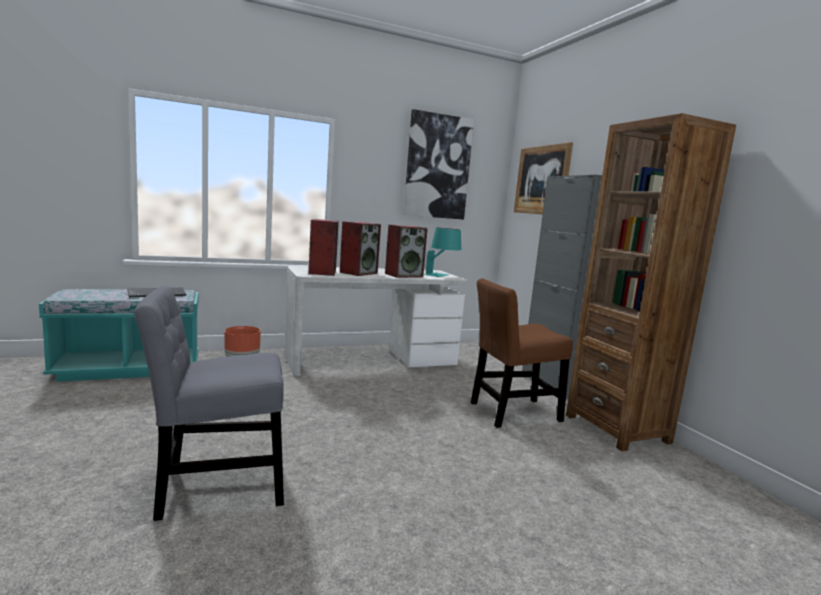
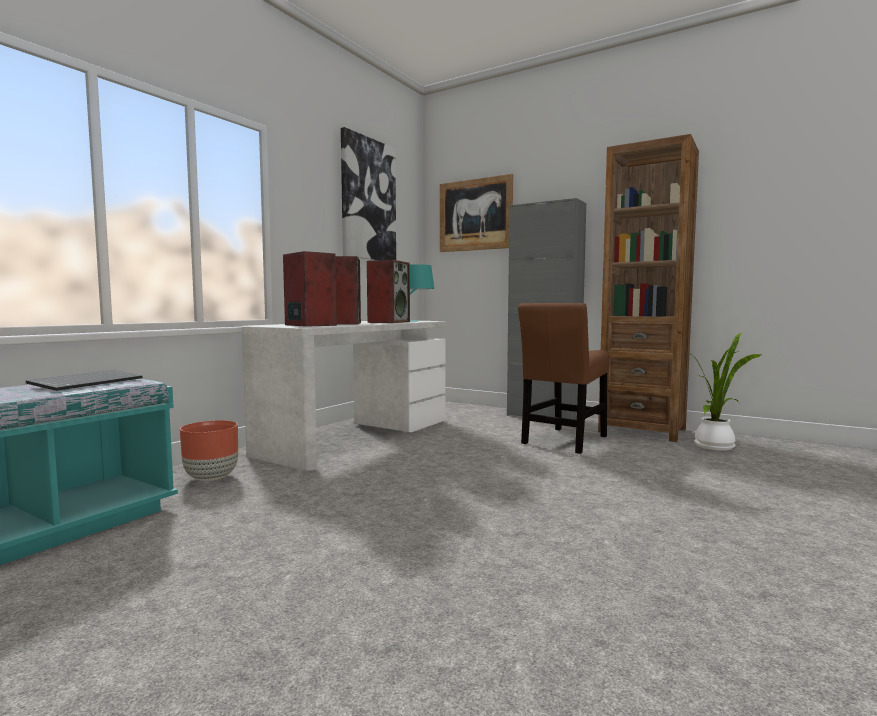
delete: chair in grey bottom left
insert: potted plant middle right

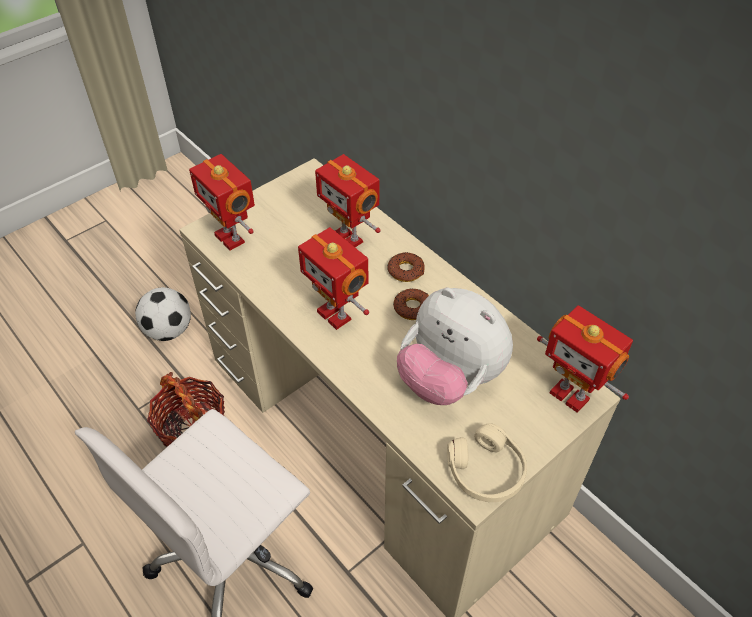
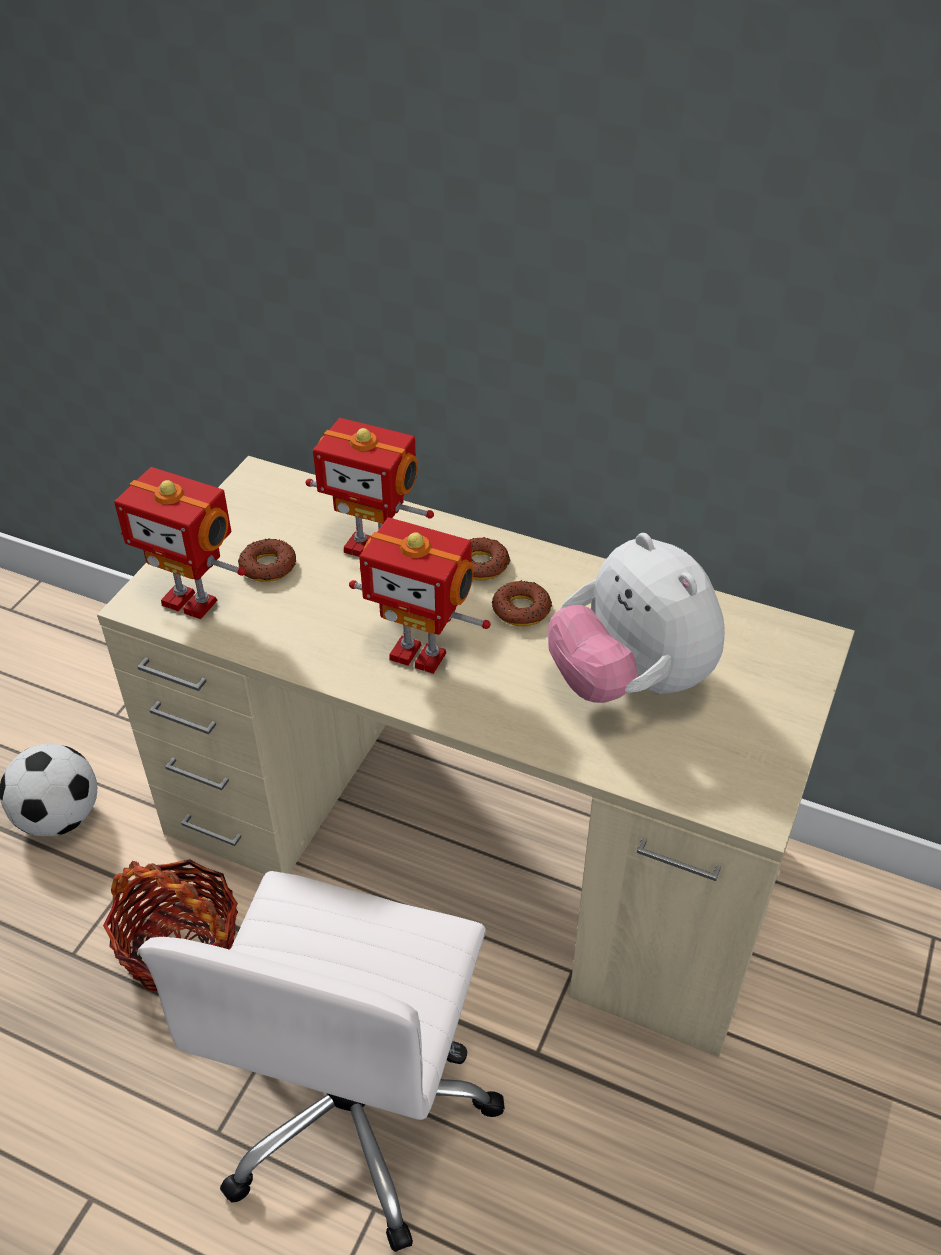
delete: headphones in beige bottom centre; toy robot (4th from left) middle right
insert: donut (1st from left) middle left
rotate: plush toy centre = middle right 45 degrees clockwise

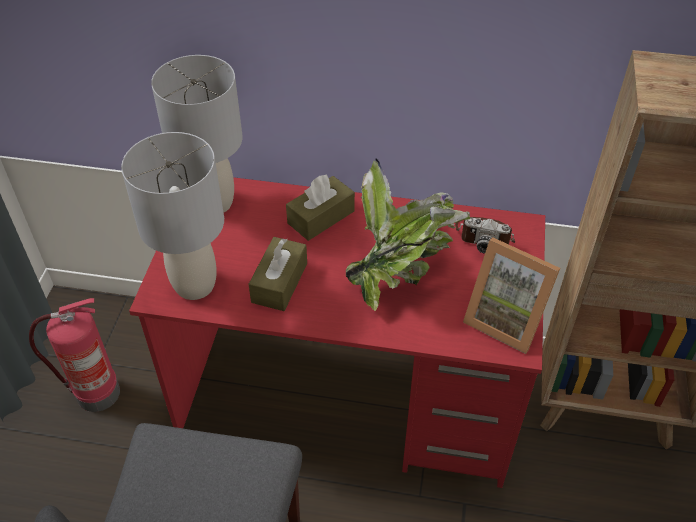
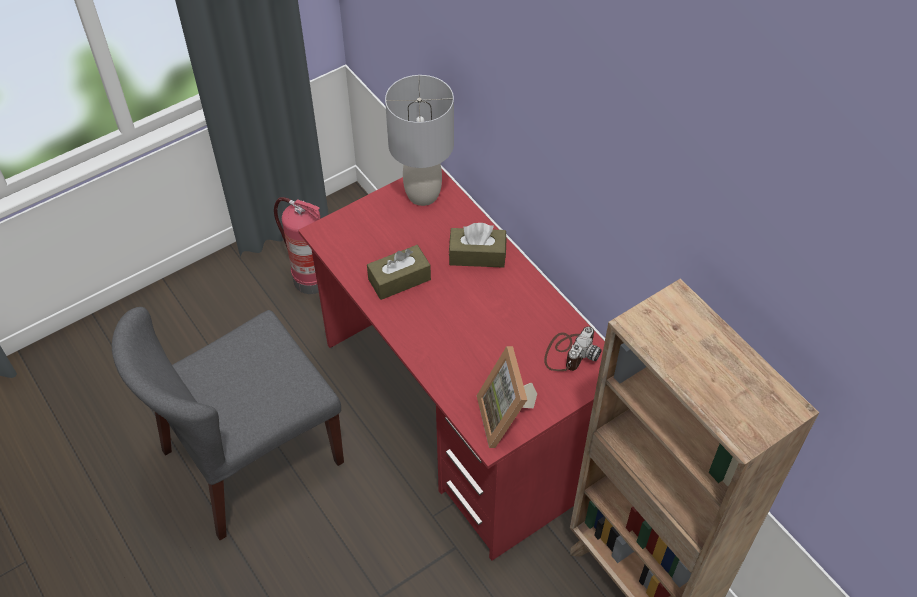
delete: table lamp in grey (1st from left) middle left; potted plant centre
rotate: photo camera middle right = centre 120 degrees counterclockwise

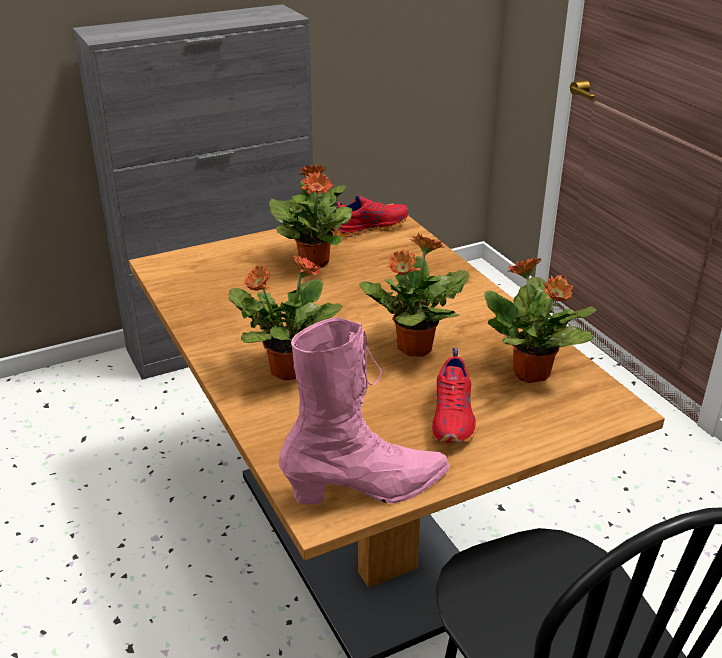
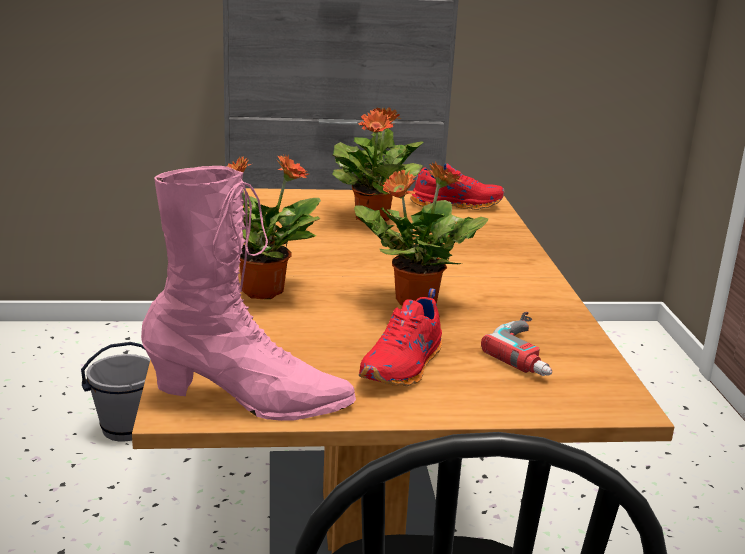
insert: bucket in grey bottom left
replace: potted plant (4th from left) middle right to power drill middle right

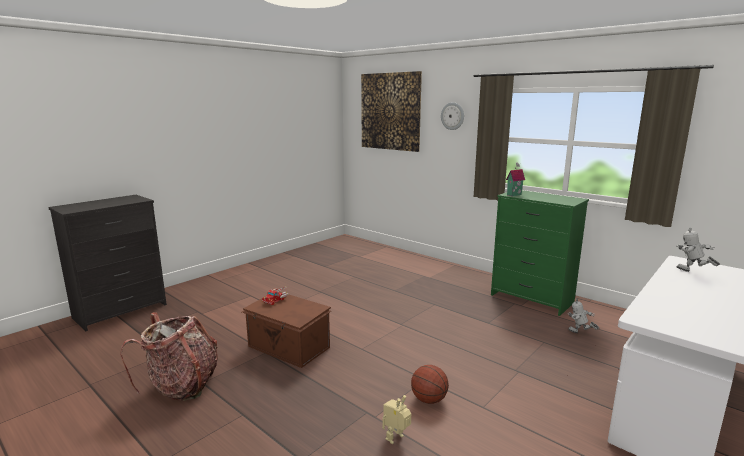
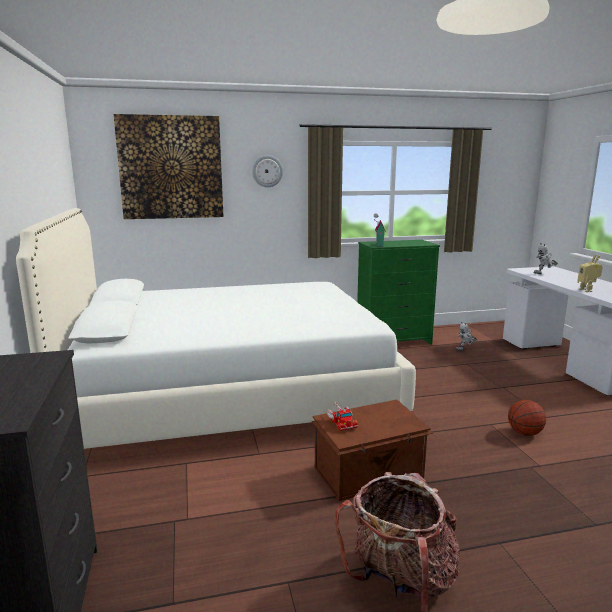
insert: bed in white centre
move: toy robot (1st from left in the first image) bottom centre to toy robot (3rd from left) middle right

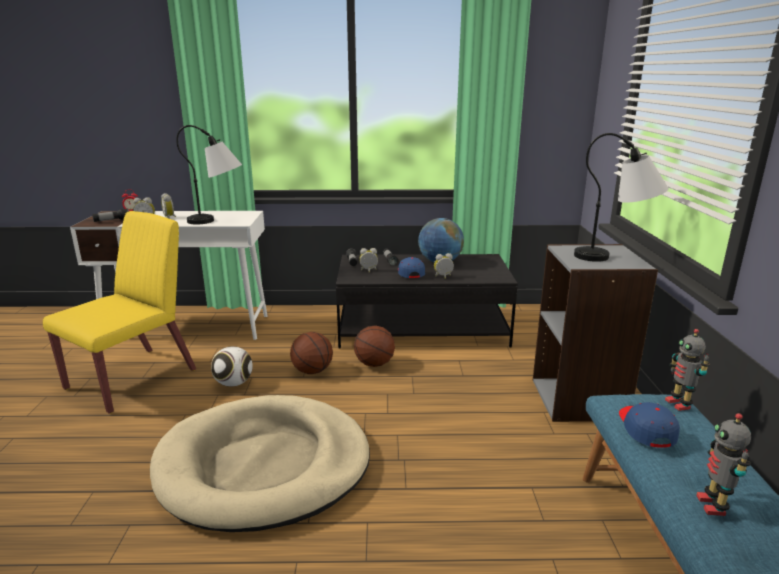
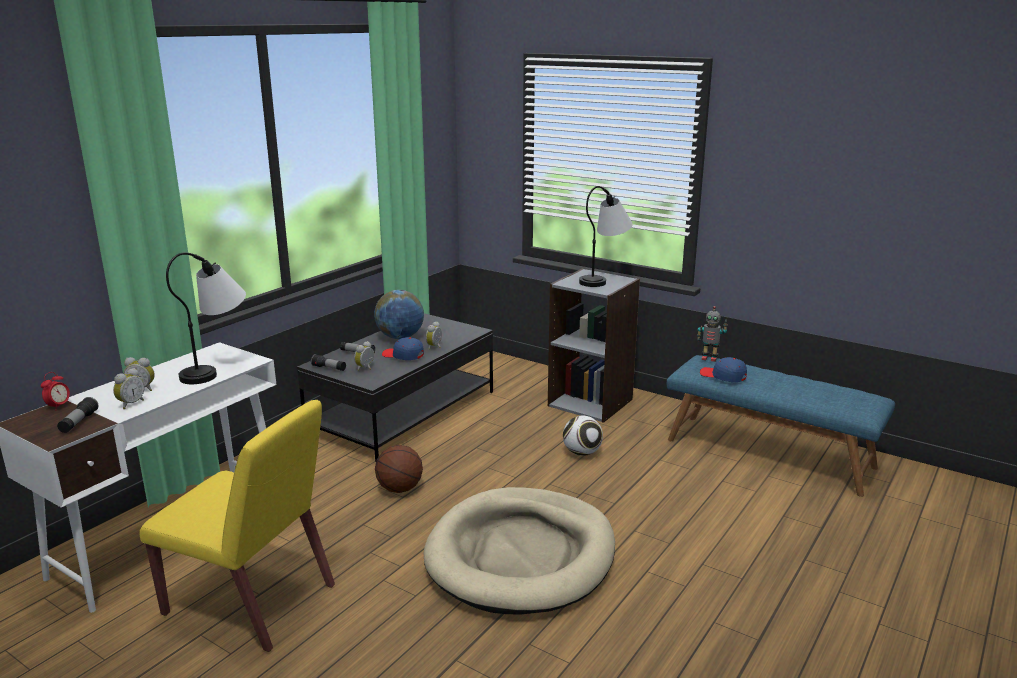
delete: basketball (2nd from left) centre; toy robot (2nd from left) bottom right
move: football middle left to centre
rotate: chair in yellow middle left = bottom left 135 degrees clockwise

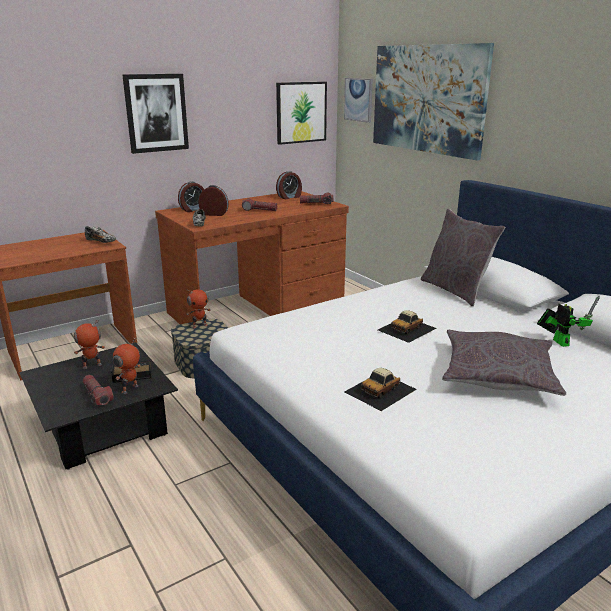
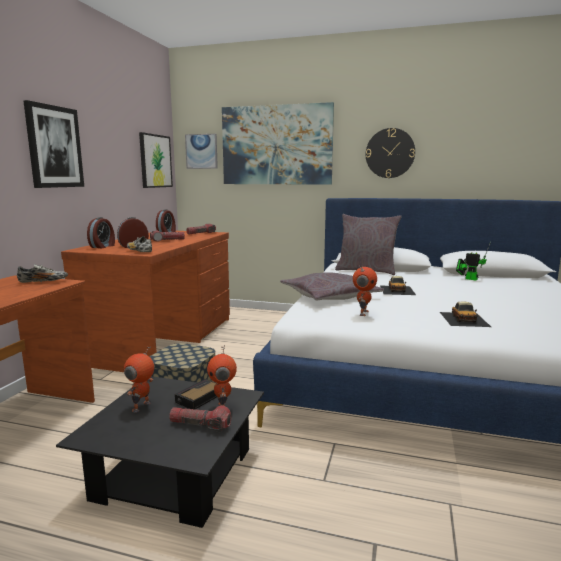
insert: wall clock top right
move: pillow in grey (2nd from left in the first image) middle right to pillow in grey (1st from left) centre; toy robot (3rd from left) middle left to centre

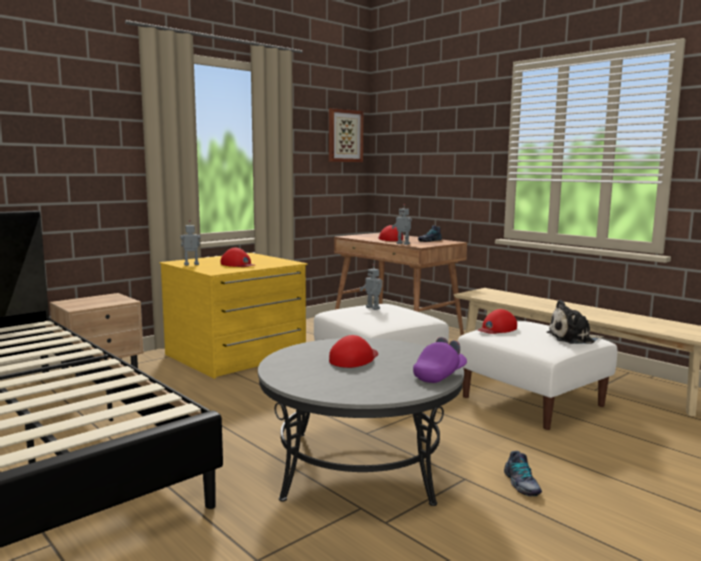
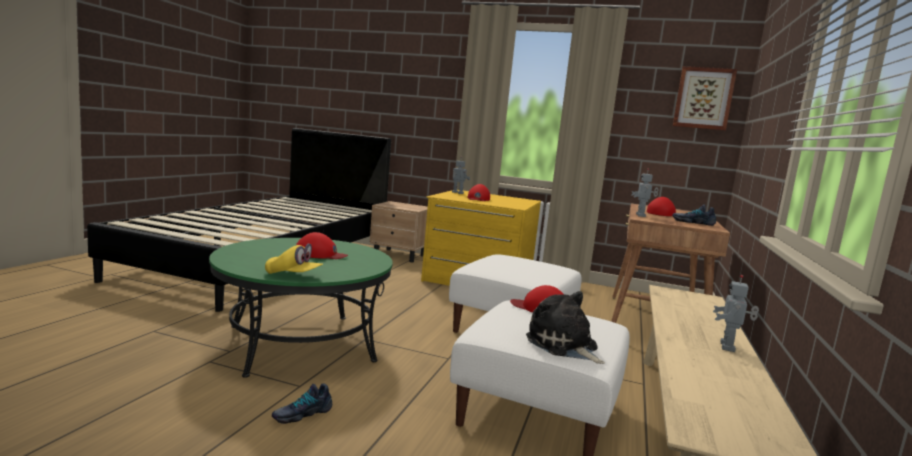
move: toy robot (2nd from left in the first image) centre to toy robot (3rd from left) bottom right
recolor: coffee table in grey bottom centre to coffee table in green bottom left; cap in purple centre to cap in yellow middle left

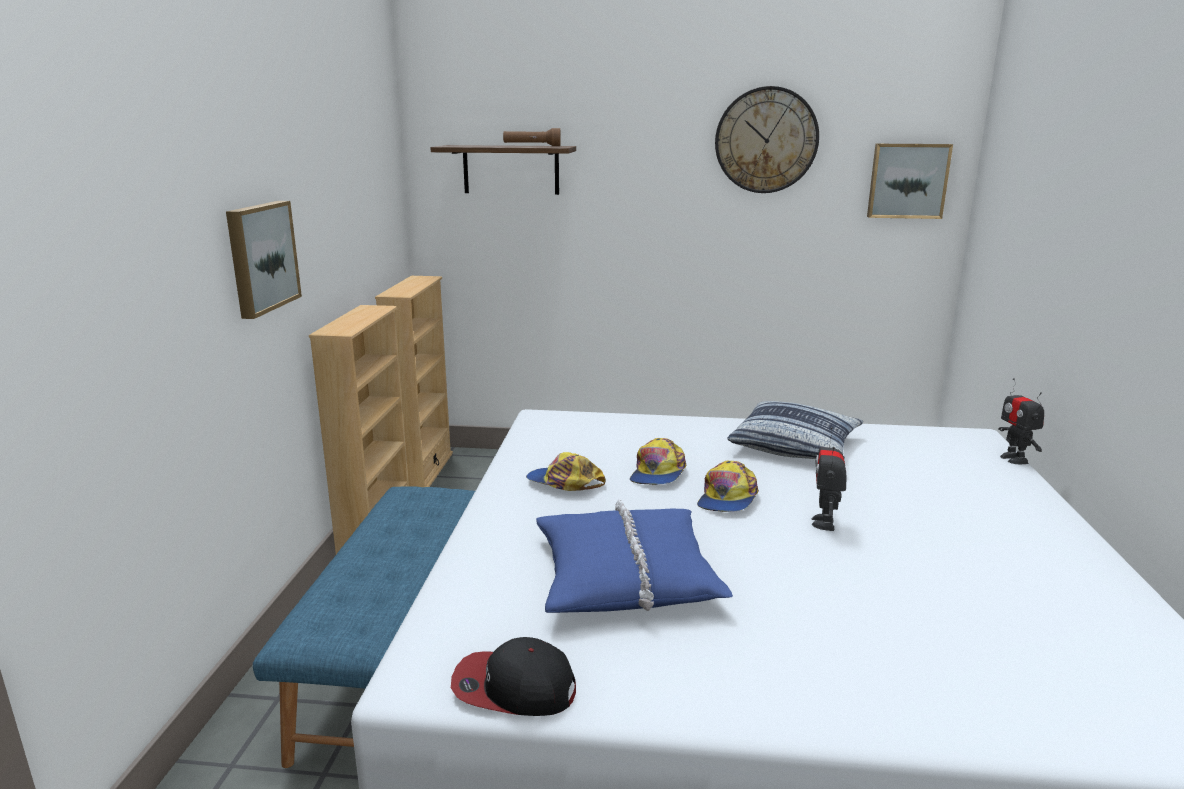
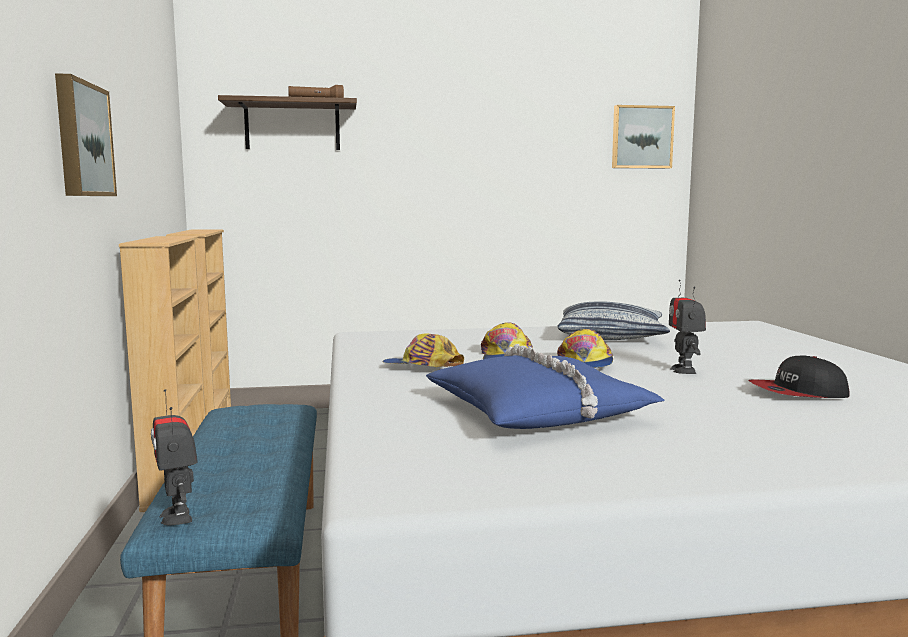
delete: wall clock top centre
move: toy robot (2nd from left in the first image) middle right to toy robot (1st from left) bottom left; cap (1st from left in the first image) bottom centre to cap (4th from left) middle right

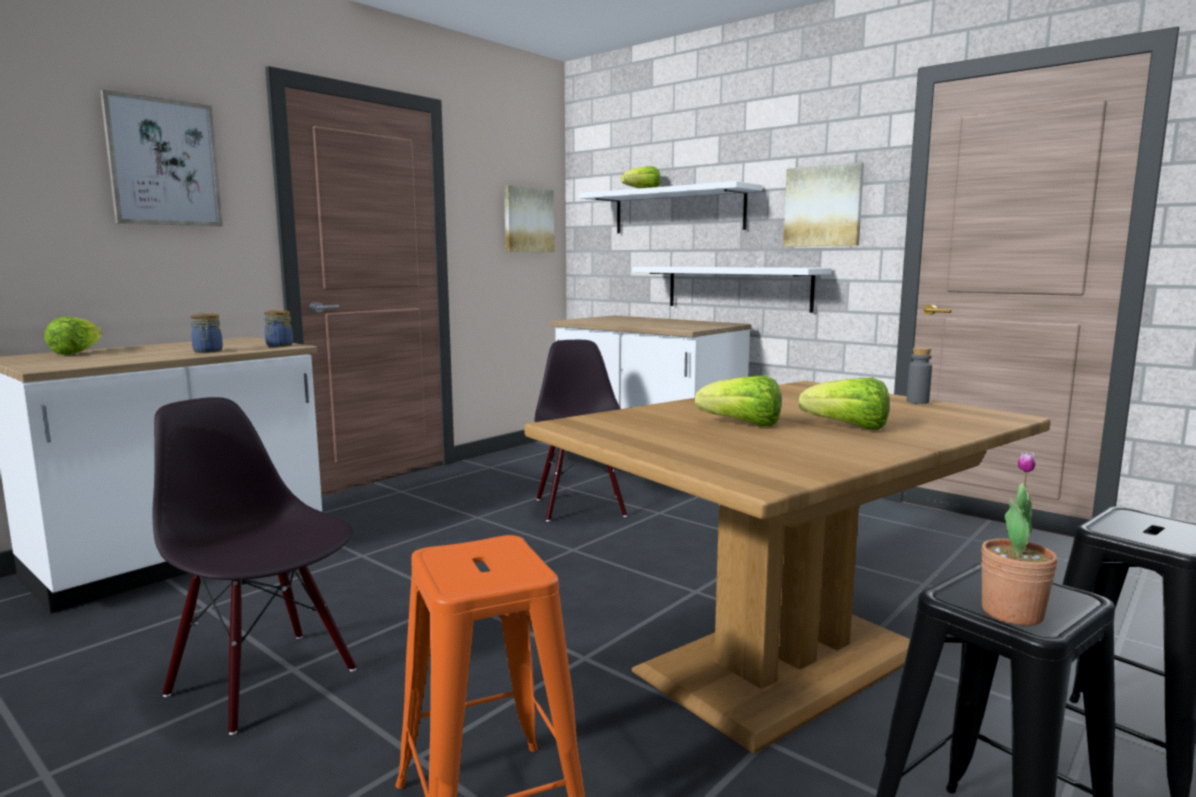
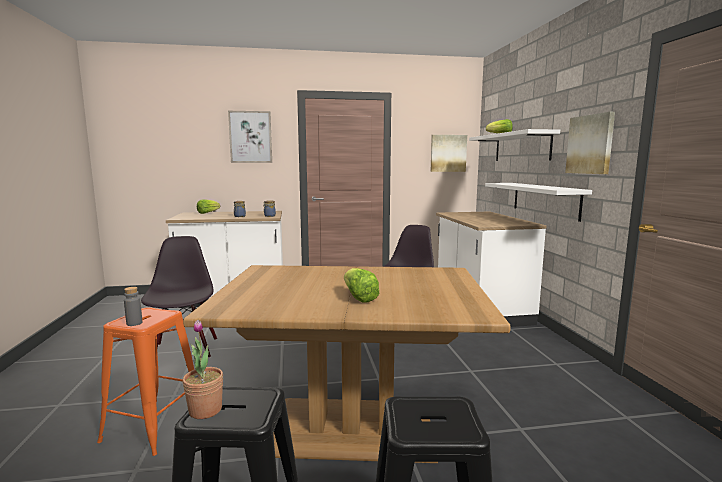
delete: lettuce (3rd from left) centre
move: bottle in grey middle right to middle left

